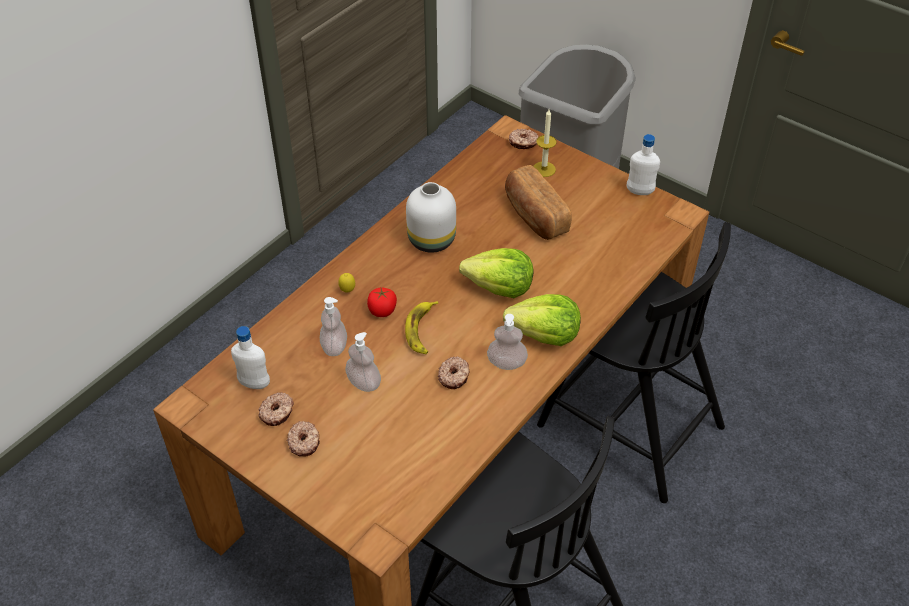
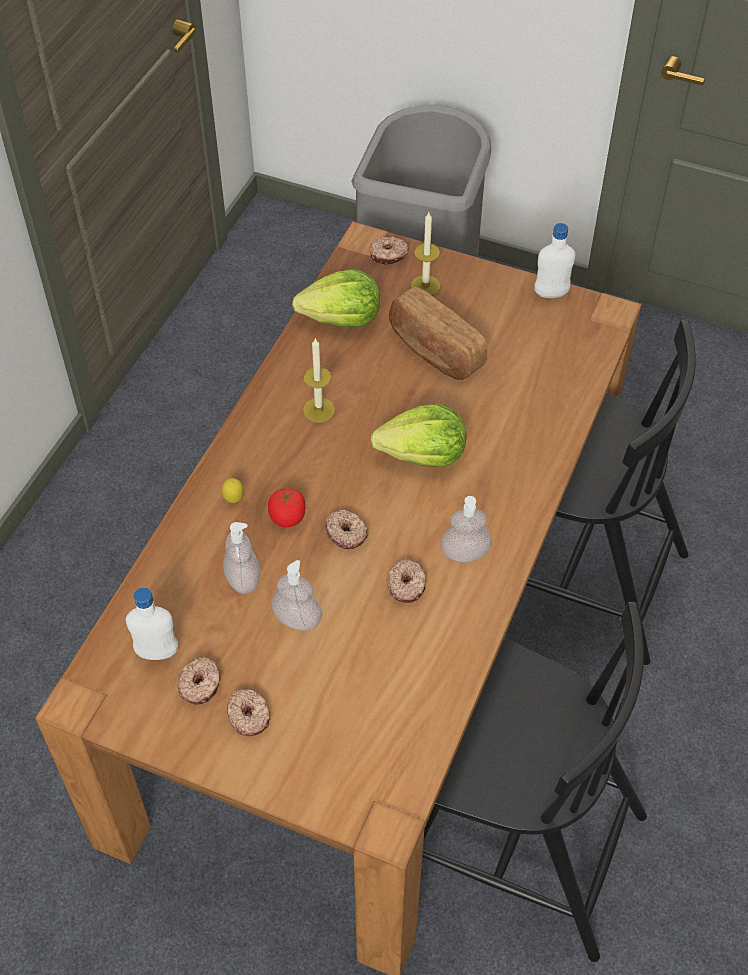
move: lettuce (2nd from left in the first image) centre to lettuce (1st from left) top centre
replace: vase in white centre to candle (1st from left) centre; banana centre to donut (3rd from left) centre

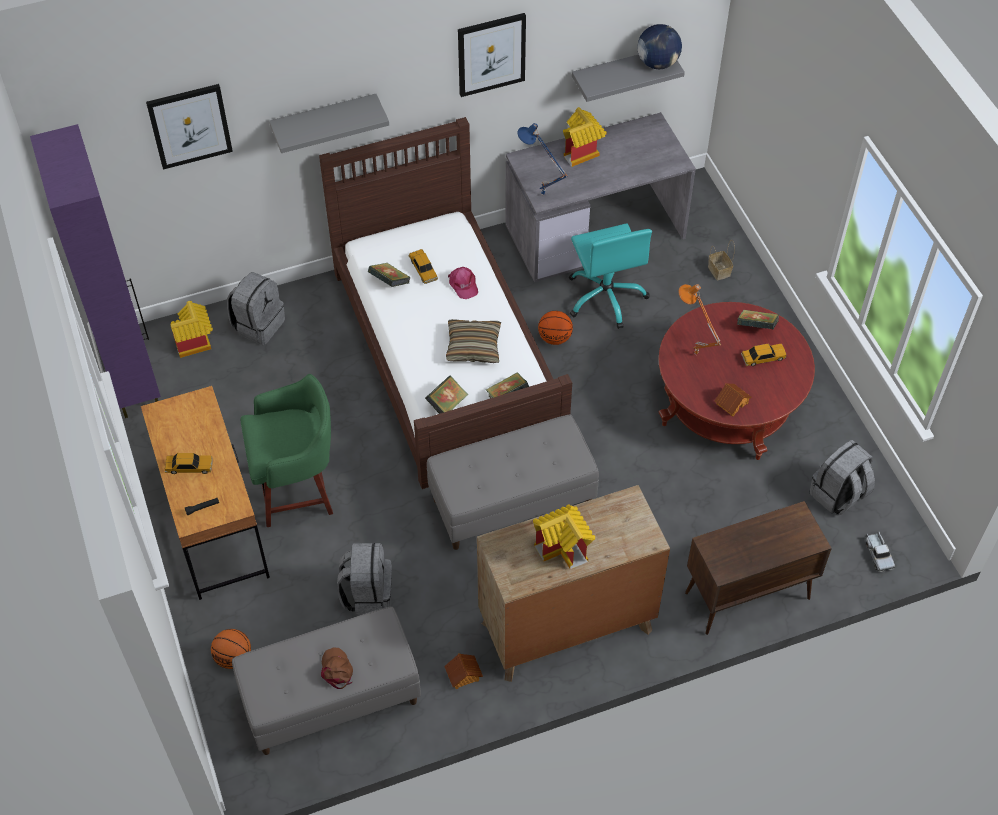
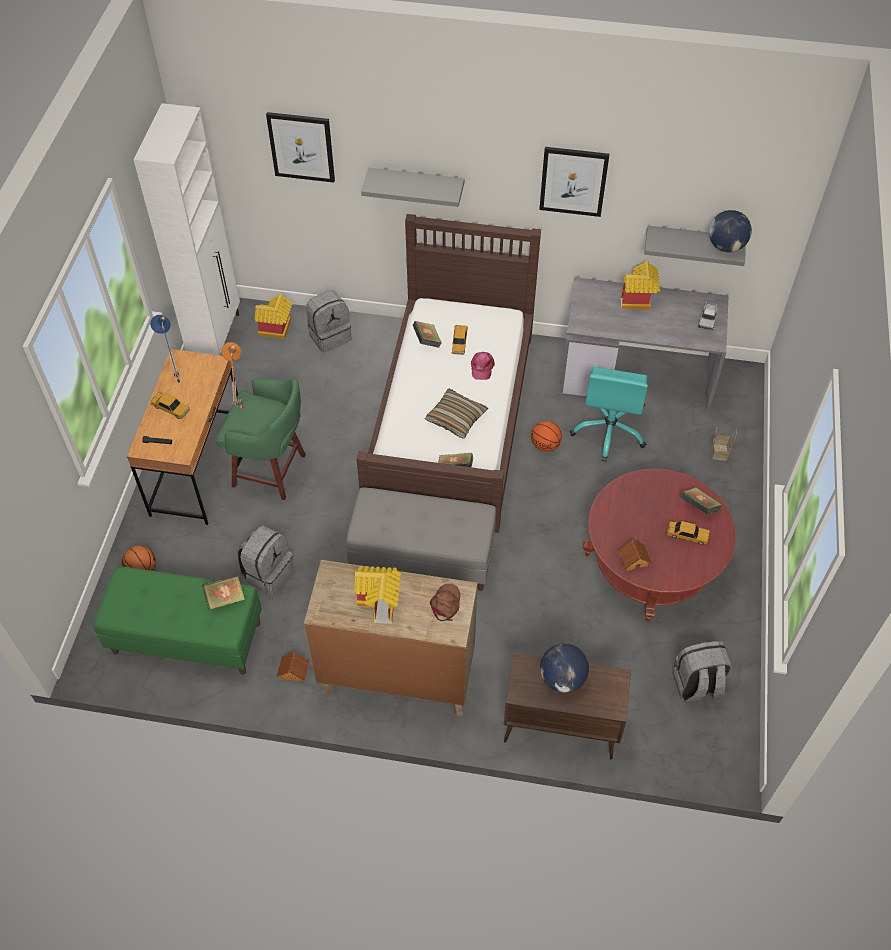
insert: globe (1st from left) bottom centre
move: table lamp in blue top centre to middle left; book (2nd from left in the first image) centre to book (1st from left) middle left; table lamp in orange middle right to middle left; cap in brown bottom centre to centre; toy truck bottom right to top right
recolor: bench in grey (1st from left) bottom left to bench in green middle left; cabinet in purple top left to cabinet in white top left

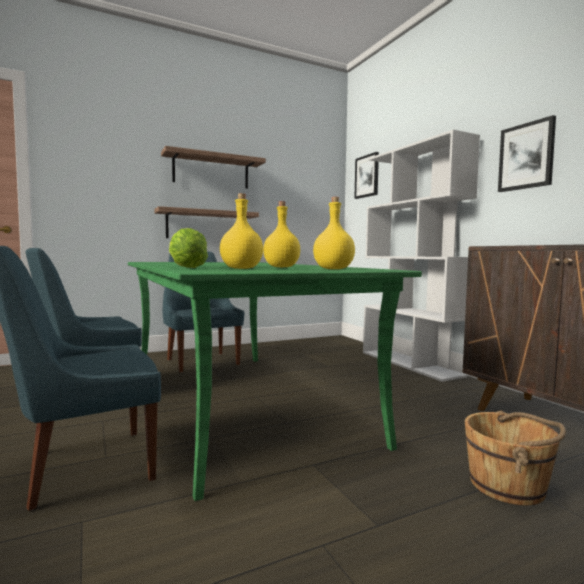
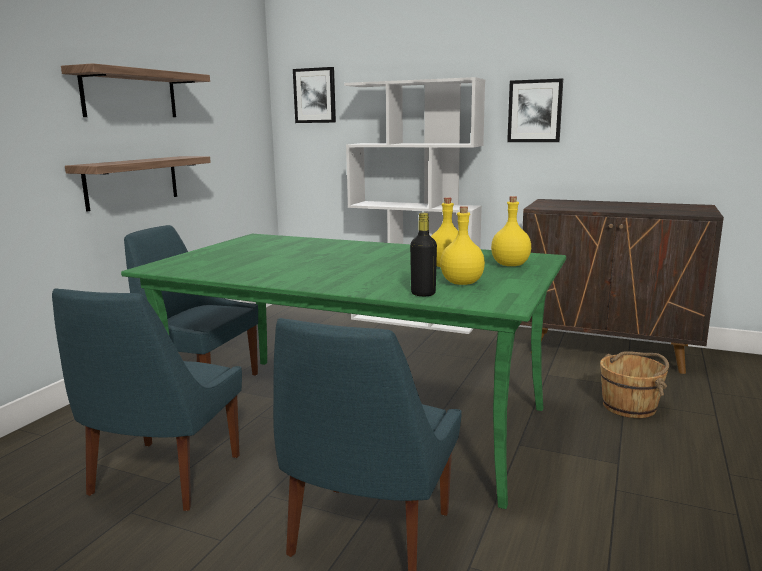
replace: lettuce middle left to bottle in black centre

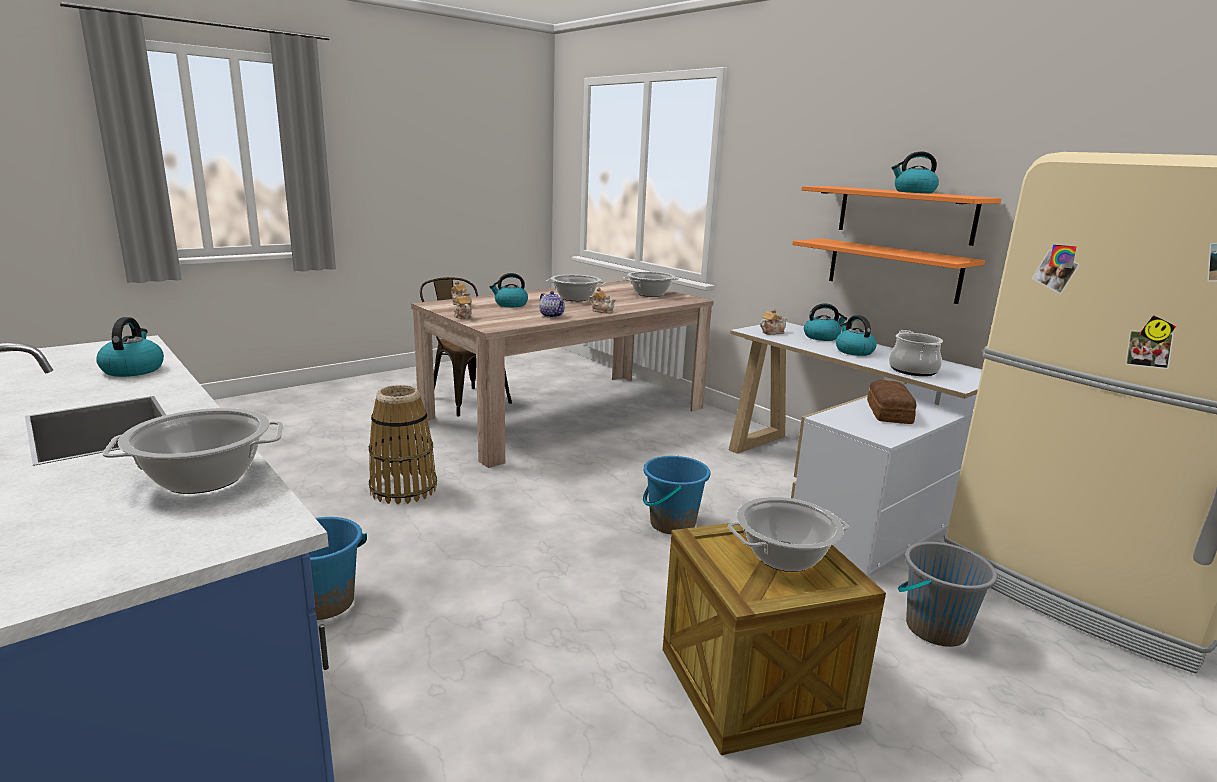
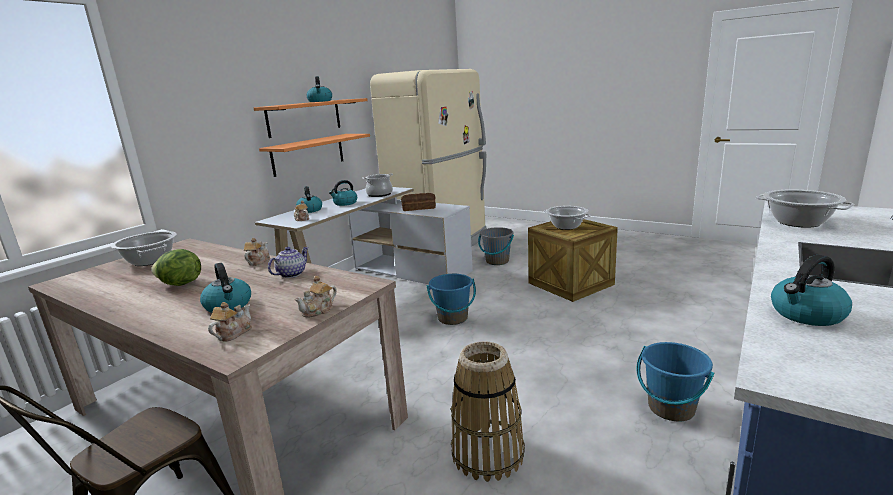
replace: cooking pot (2nd from left) centre to lettuce middle left

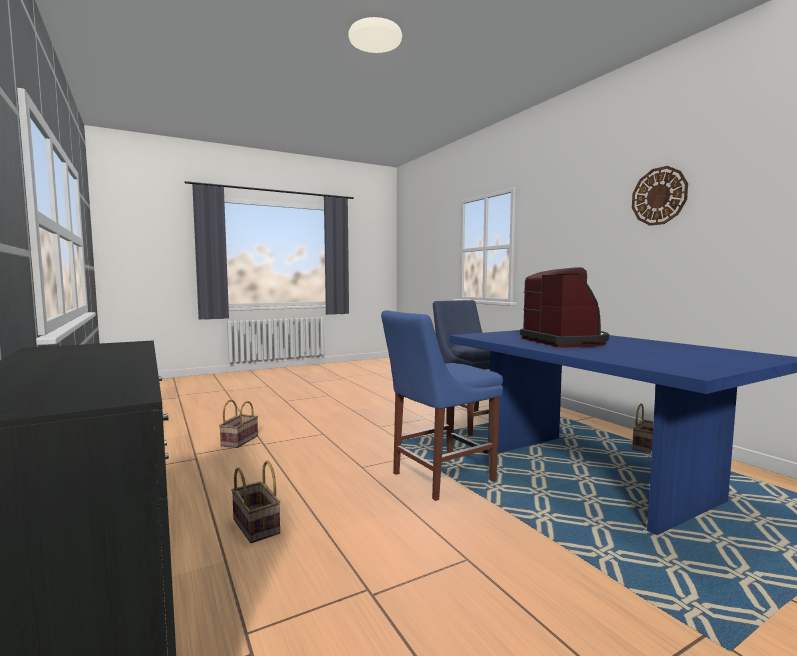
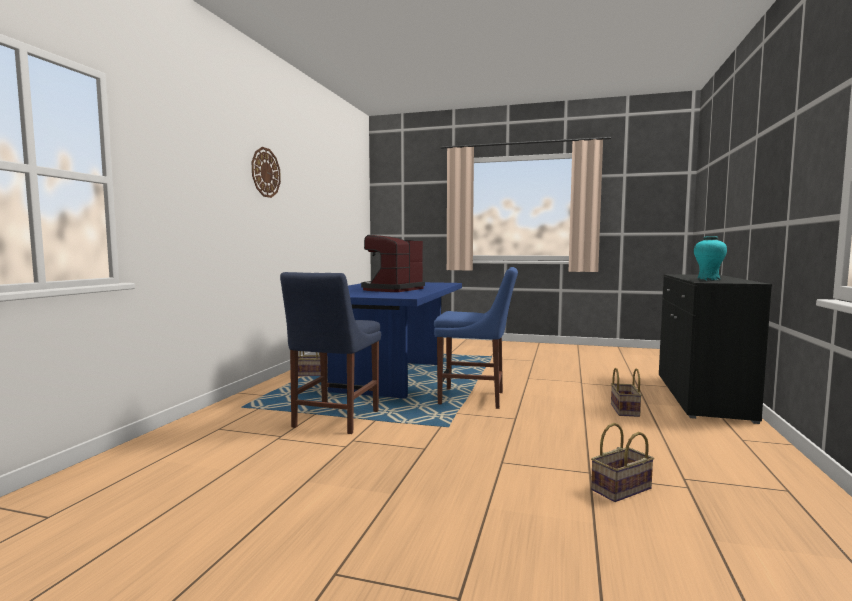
insert: vase in turquoise middle right

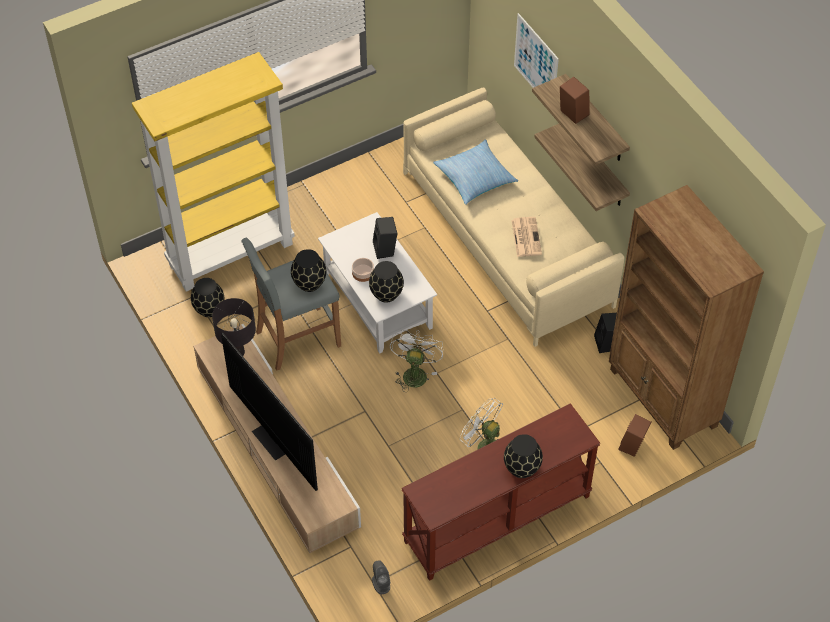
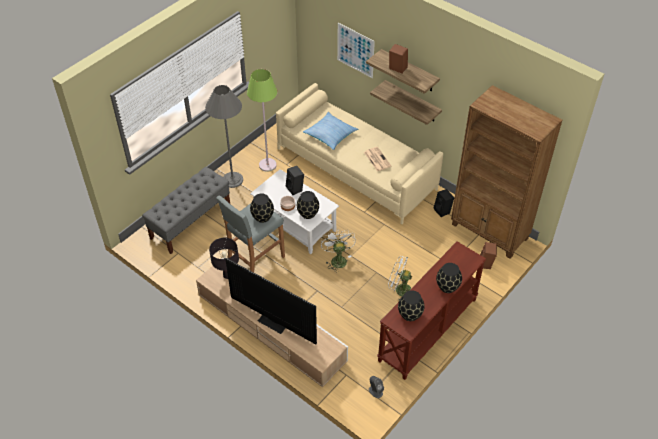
insert: floor lamp in grey top centre; floor lamp in green top centre
move: vase in black (1st from left in the first image) middle left to vase in black (3rd from left) bottom centre
replace: bookcase in yellow top left to bench in grey middle left

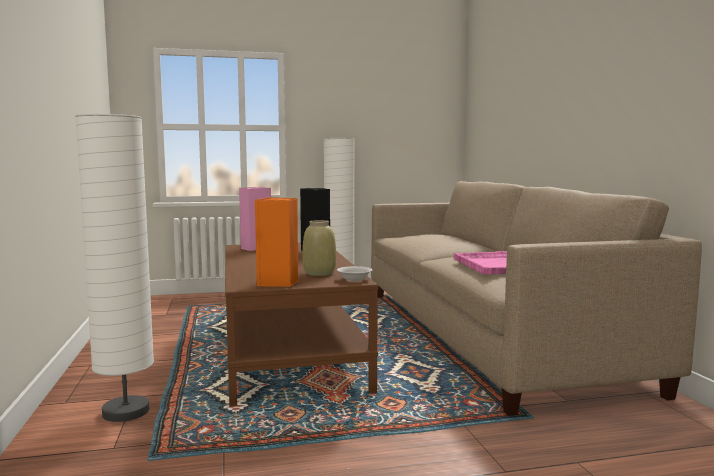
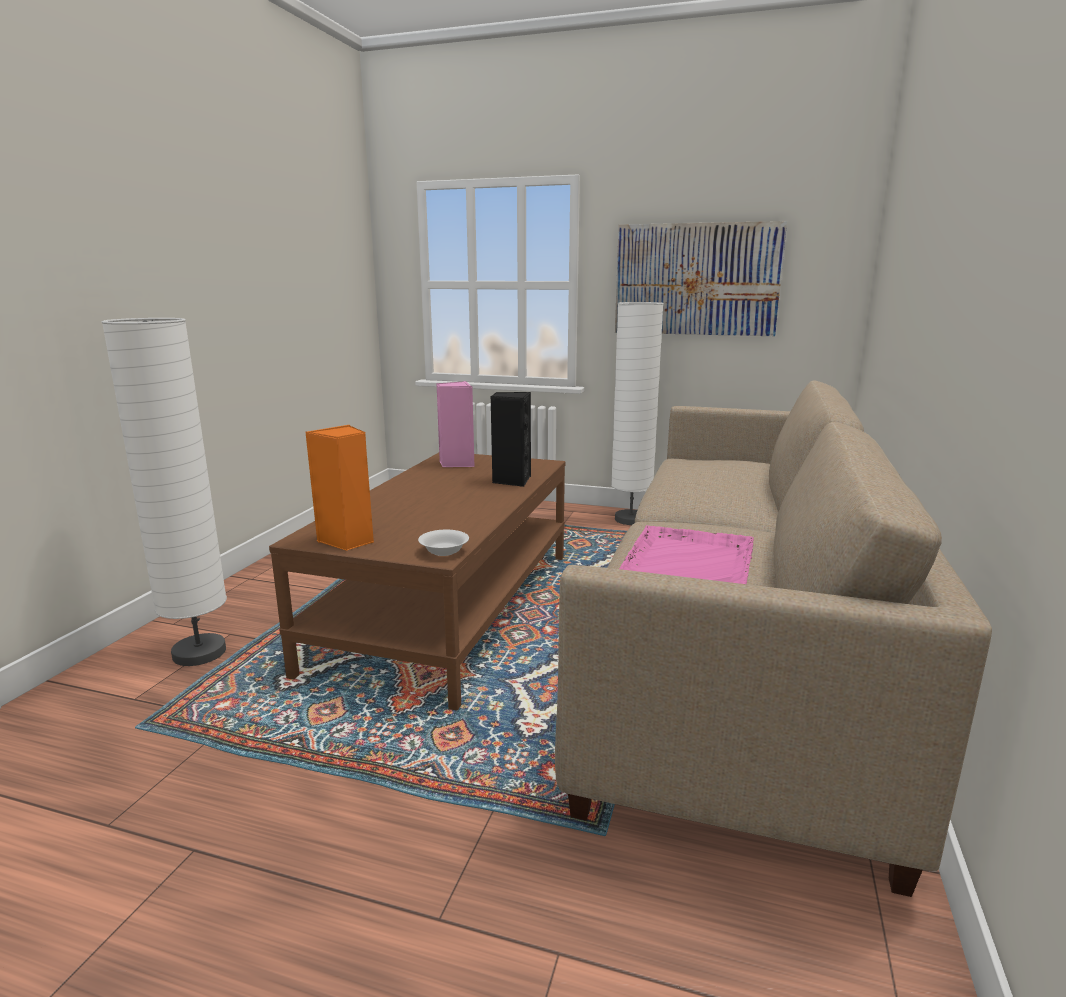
delete: vase in beige centre
insert: picture top centre

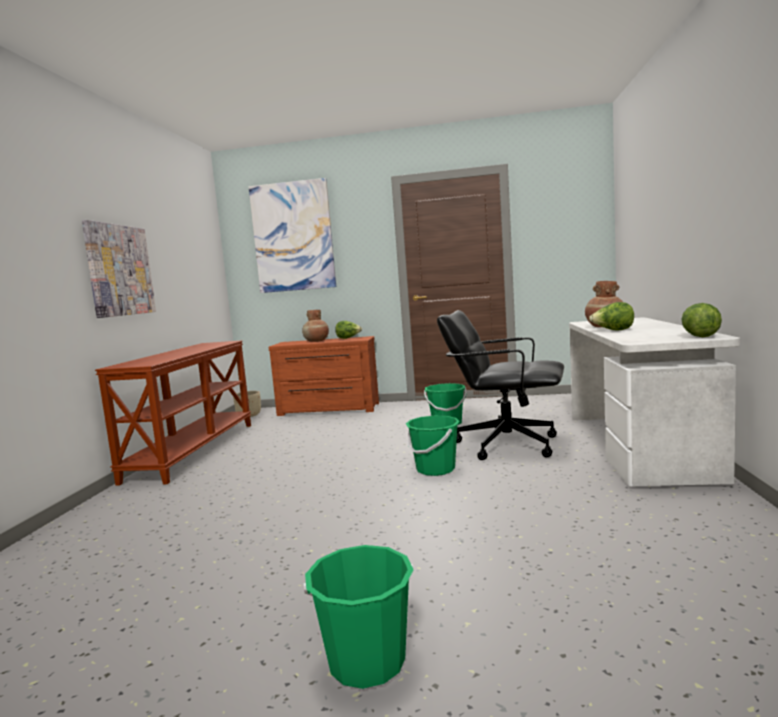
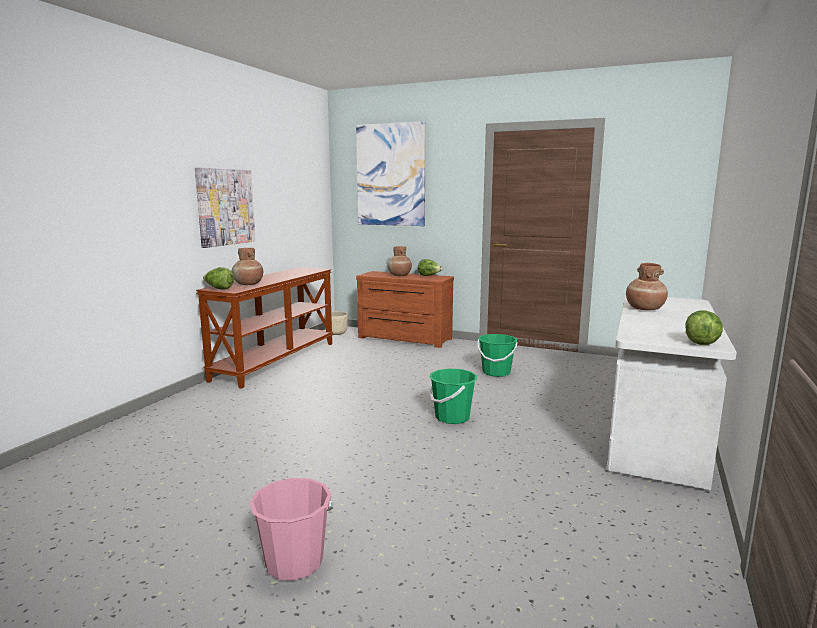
delete: office chair in black centre
insert: vase in brown (1st from left) middle left
move: lettuce (2nd from left in the first image) middle right to lettuce (1st from left) middle left
recolor: bucket in green (1st from left) bottom centre to bucket in pink bottom centre

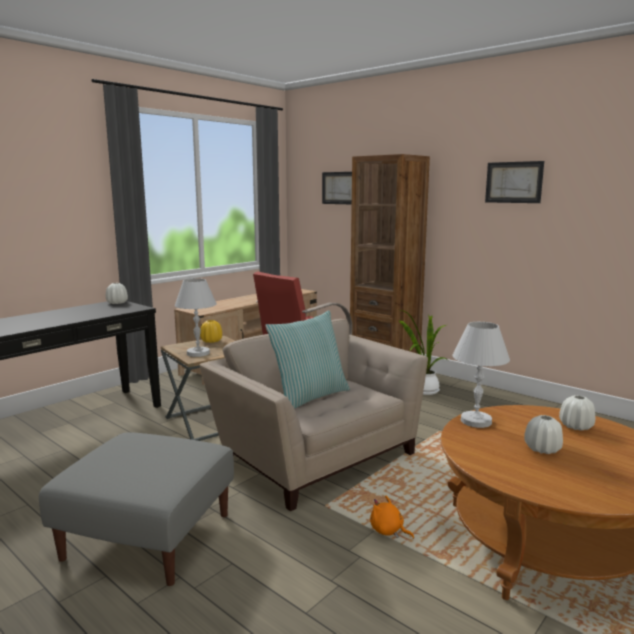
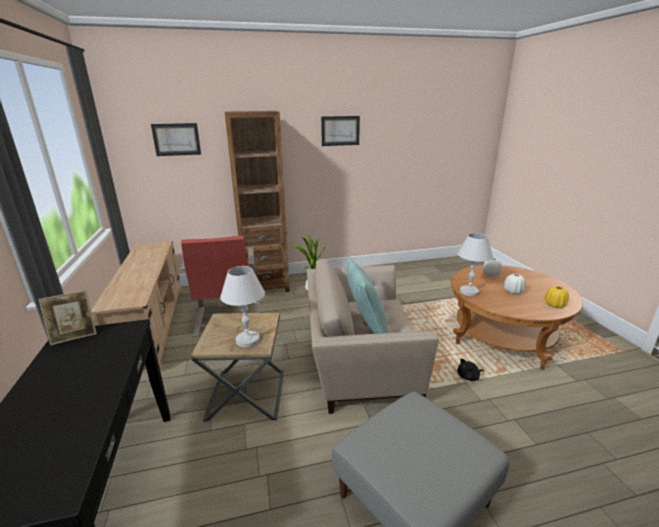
move: vase in yellow middle left to middle right
replace: vase in white (1st from left) middle left to picture frame middle left
recolor: plush toy in orange bottom centre to plush toy in black bottom right

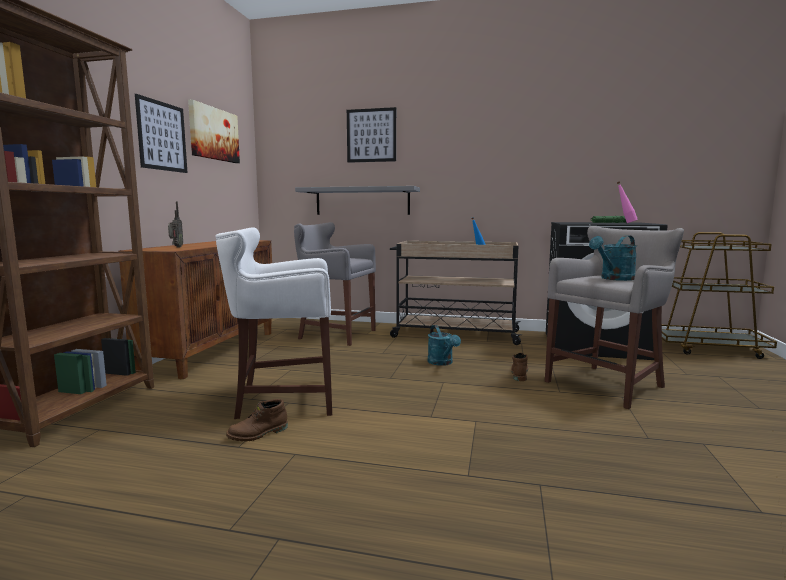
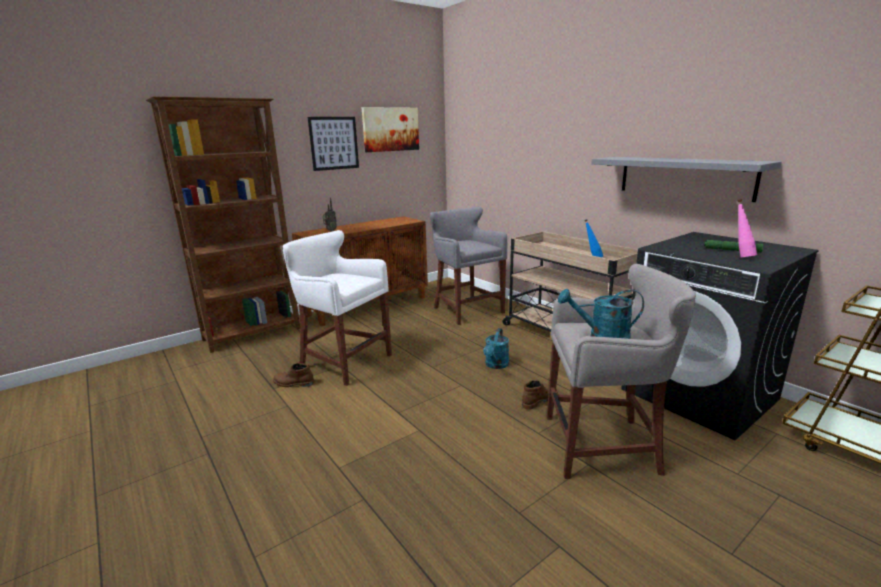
delete: picture (3rd from left) top centre
move: shelf in grey centre to top right

